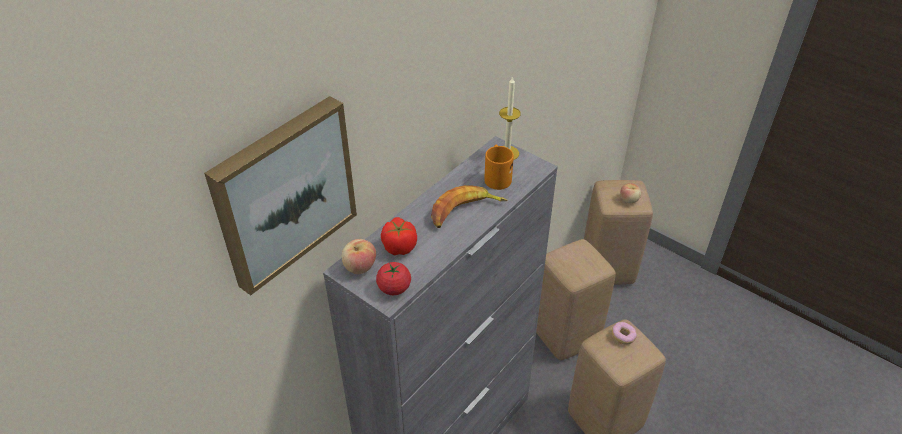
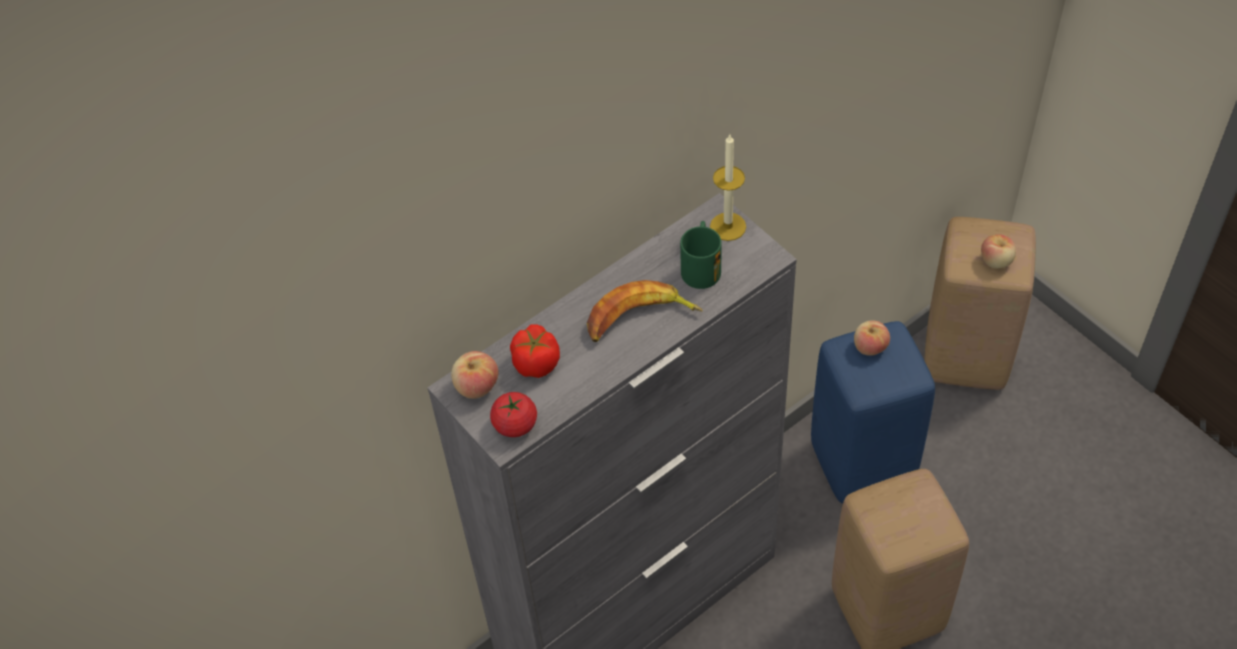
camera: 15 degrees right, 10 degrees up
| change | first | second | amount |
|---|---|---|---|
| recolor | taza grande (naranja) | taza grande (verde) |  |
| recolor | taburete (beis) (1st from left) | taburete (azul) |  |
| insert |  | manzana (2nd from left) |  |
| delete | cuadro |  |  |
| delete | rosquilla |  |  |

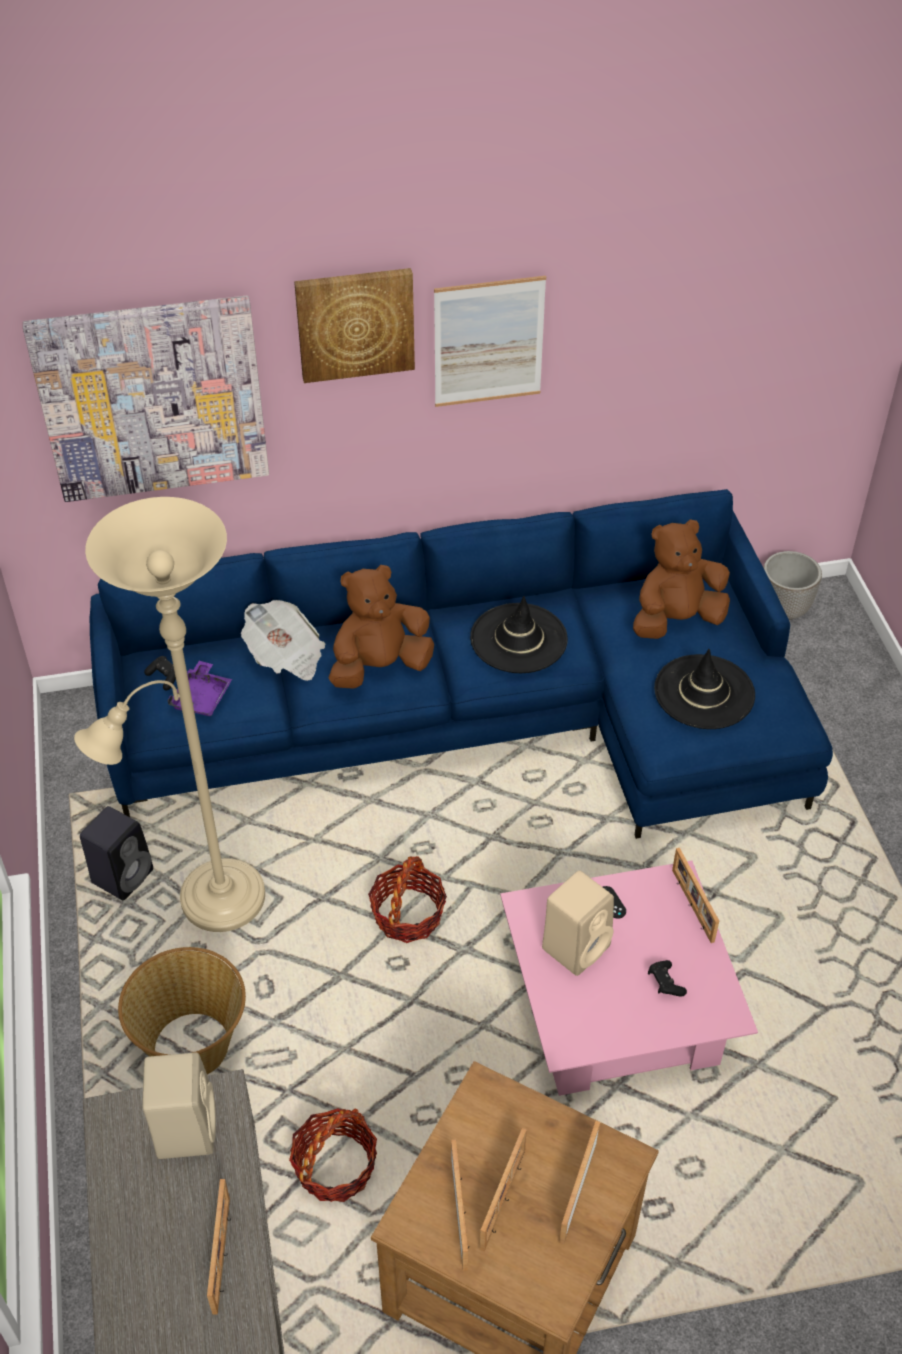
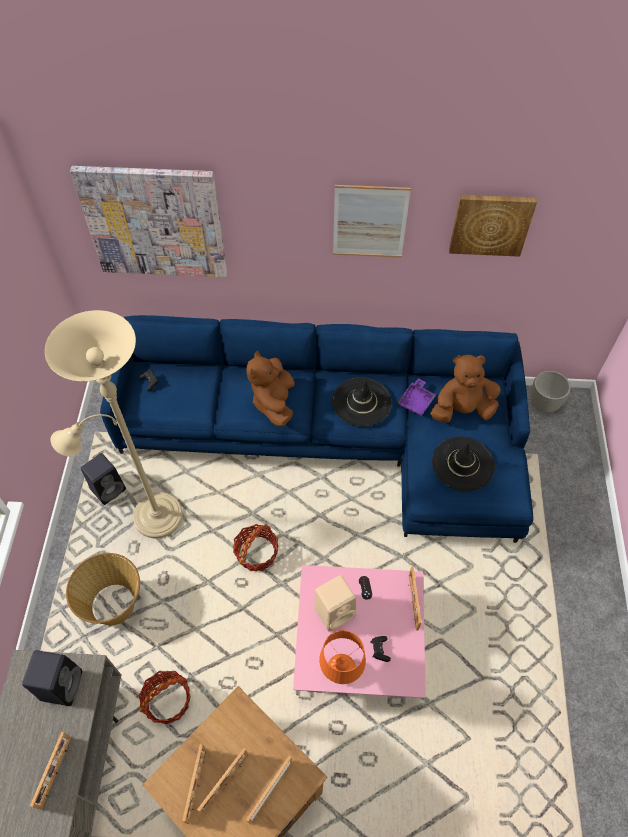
camera: 15 degrees right, 10 degrees up
| change | first | second | amount |
|---|---|---|---|
| recolor | altavoz (beis) (1st from left) | altavoz (negro) (1st from left) |  |
| rotate | peluche (marrón) (1st from left) |  | 75 degrees counterclockwise |
| insert |  | lámpara de mesa (naranja) |  |
| move | bandeja (morado) |  |  |
| move | cuadro (2nd from left in the first image) | cuadro (3rd from left) |  |
| delete | periódico |  |  |

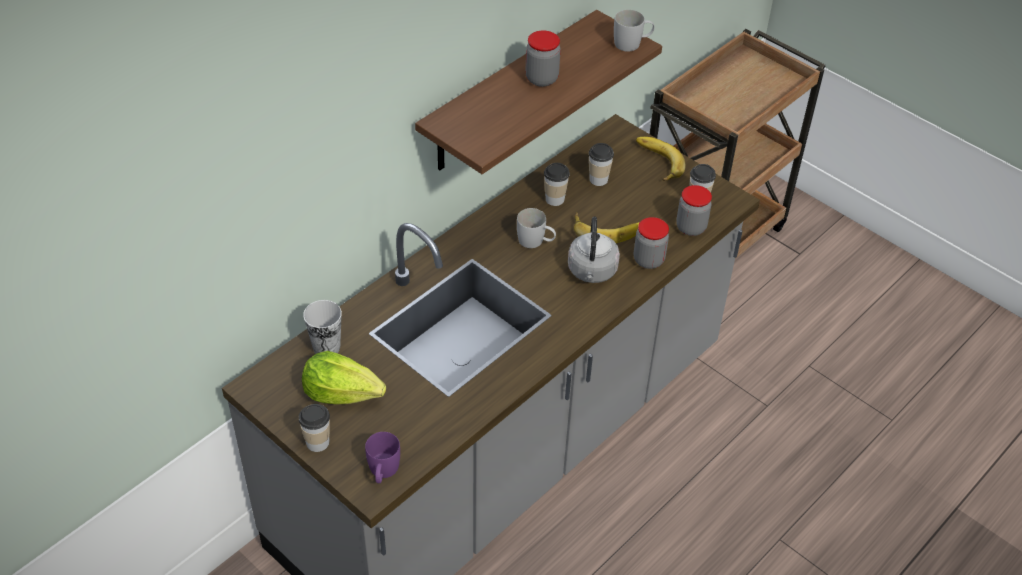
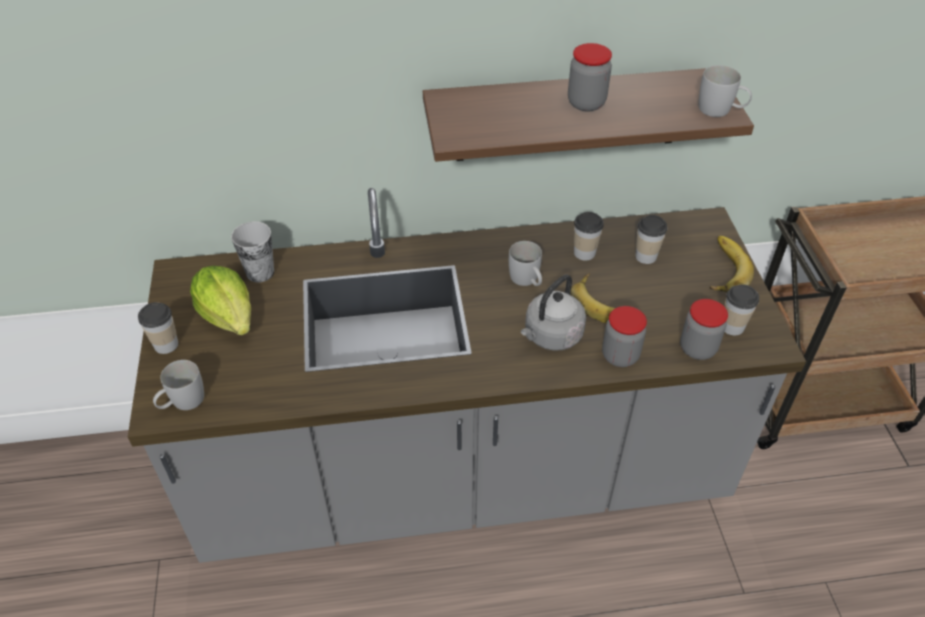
camera: 40 degrees right, 0 degrees up
| change | first | second | amount |
|---|---|---|---|
| recolor | taza grande (morado) | taza grande (blanco) (1st from left) |  |

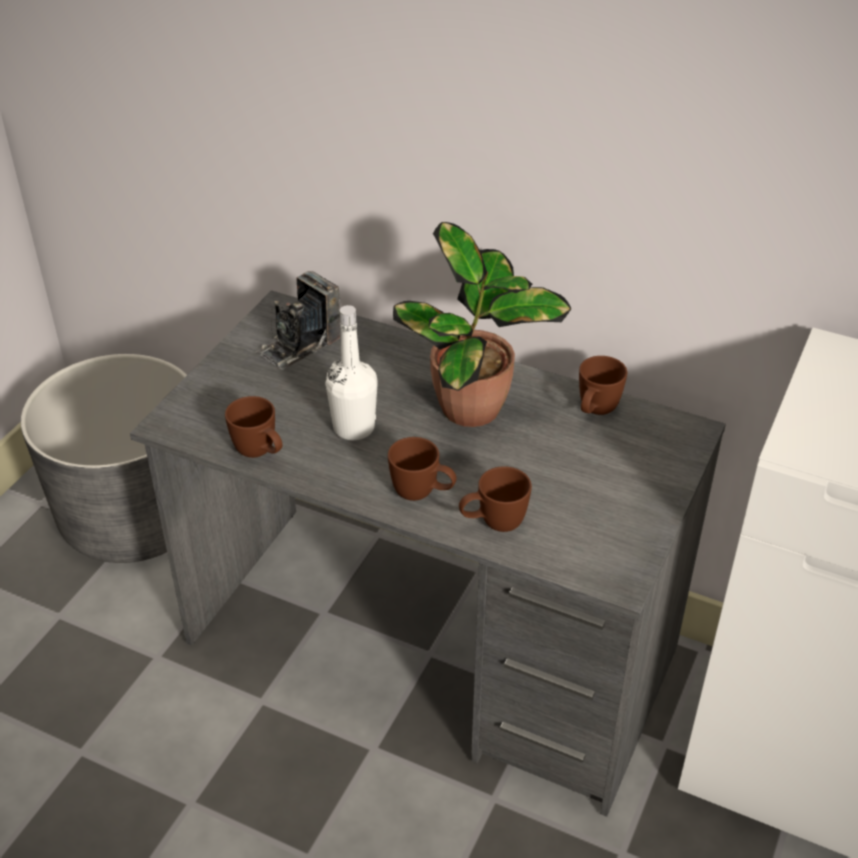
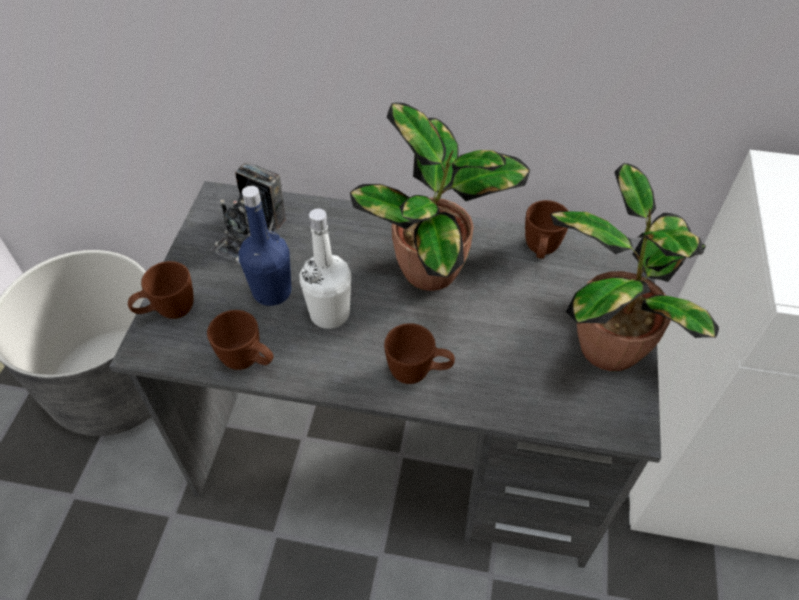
camera: 15 degrees left, 10 degrees up
| change | first | second | amount |
|---|---|---|---|
| move | taza grande (marrón) (3rd from left in the first image) | taza grande (marrón) (1st from left) |  |
| insert |  | botella (azul) |  |
| insert |  | planta en maceta (2nd from left) |  |

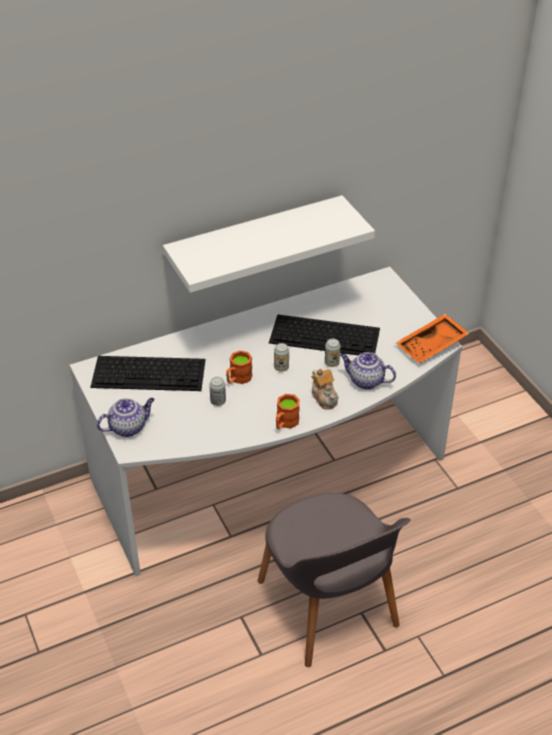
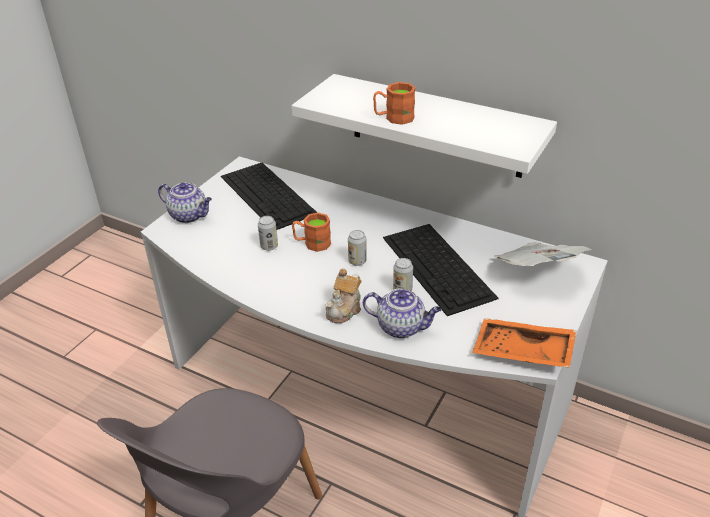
camera: 55 degrees right, 5 degrees down
| change | first | second | amount |
|---|---|---|---|
| rotate | tetera (3rd from left) |  | 120 degrees clockwise |
| move | taza grande (naranja) (2nd from left) |  |  |
| insert |  | periódico |  |

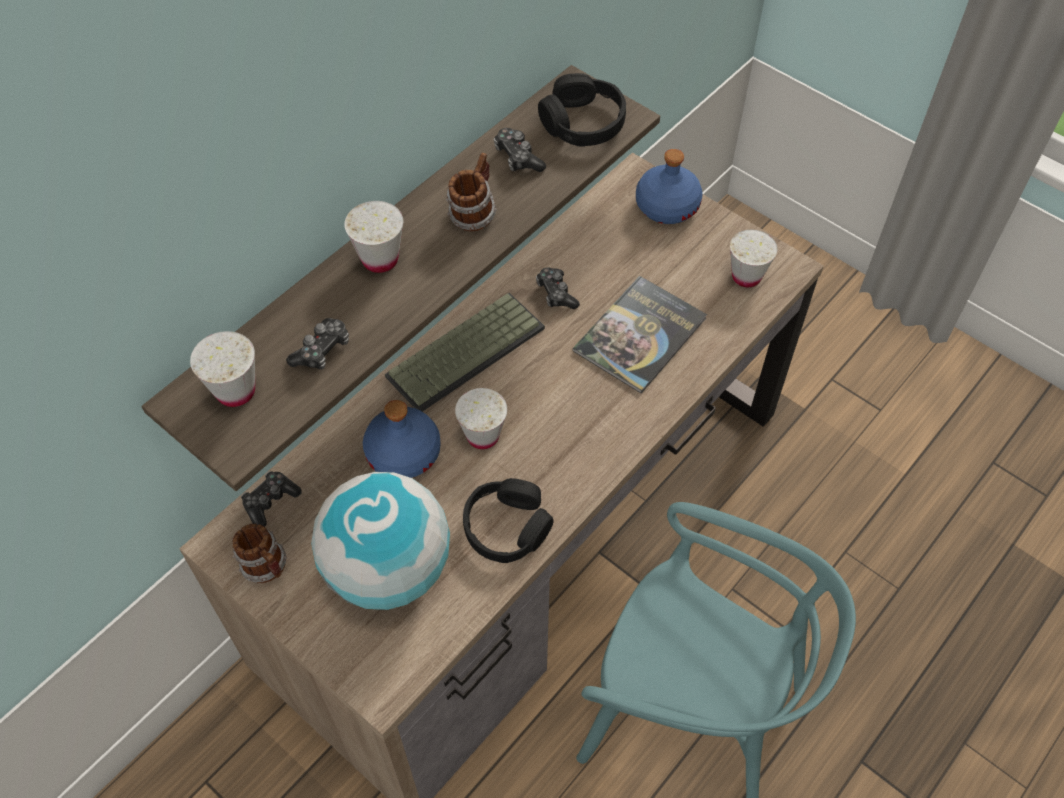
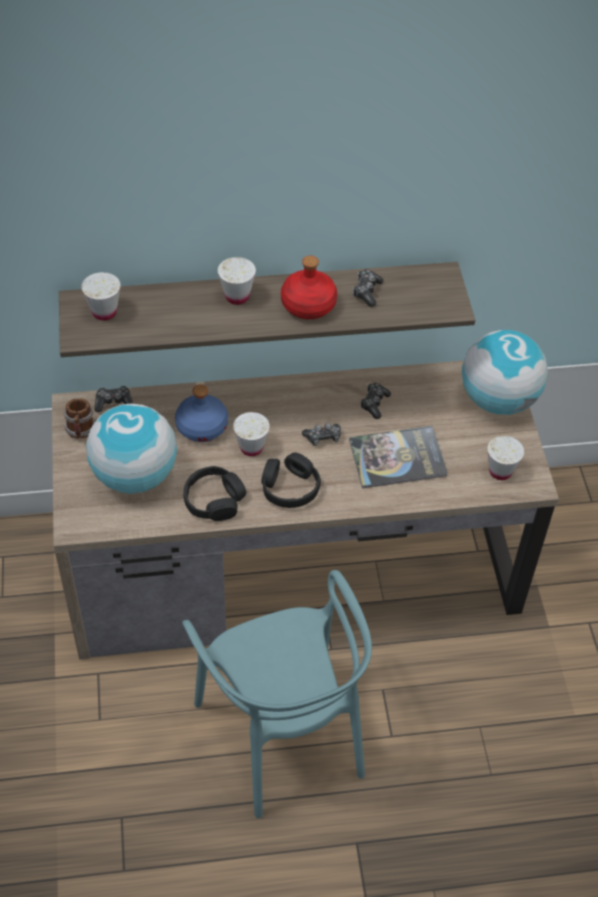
camera: 40 degrees right, 5 degrees down
| change | first | second | amount |
|---|---|---|---|
| move | auriculares (negro) (2nd from left) |  |  |
| replace | taza grande (2nd from left) | botella (rojo) |  |
| move | mando de consola (2nd from left) |  |  |
| replace | botella (azul) (2nd from left) | globo terráqueo (2nd from left) |  |
| delete | teclado |  |  |

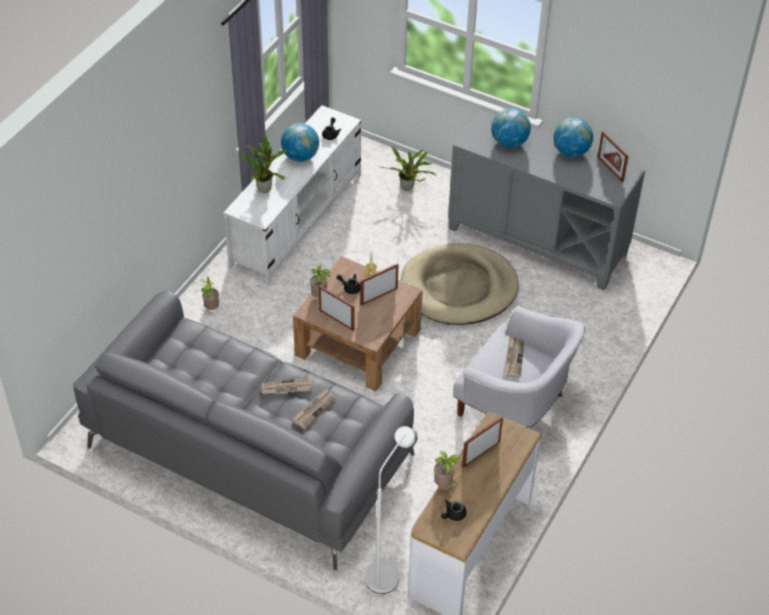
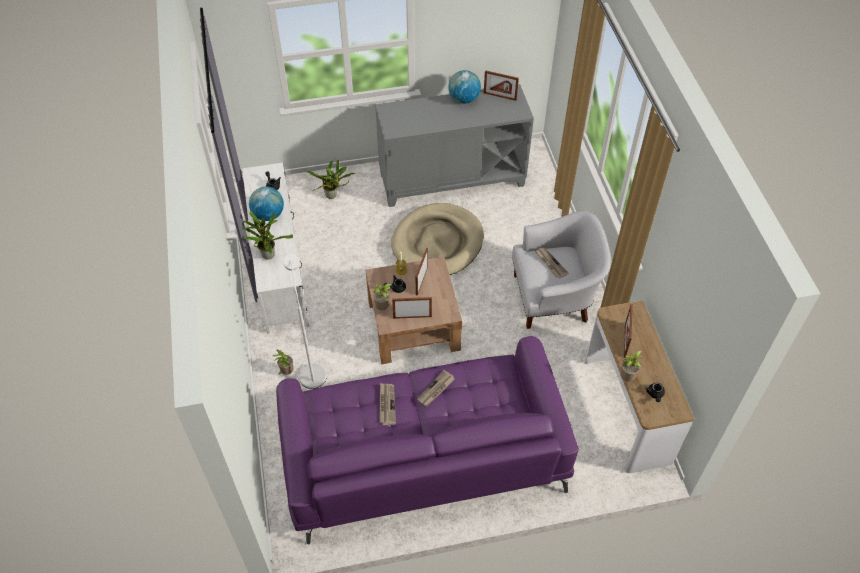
camera: 40 degrees left, 5 degrees up
| change | first | second | amount |
|---|---|---|---|
| recolor | sofá (gris) | sofá (morado) |  |
| move | lámpara de pie (blanco) |  |  |
| move | periódico (2nd from left in the first image) | periódico (1st from left) |  |
| delete | globo terráqueo (2nd from left) |  |  |

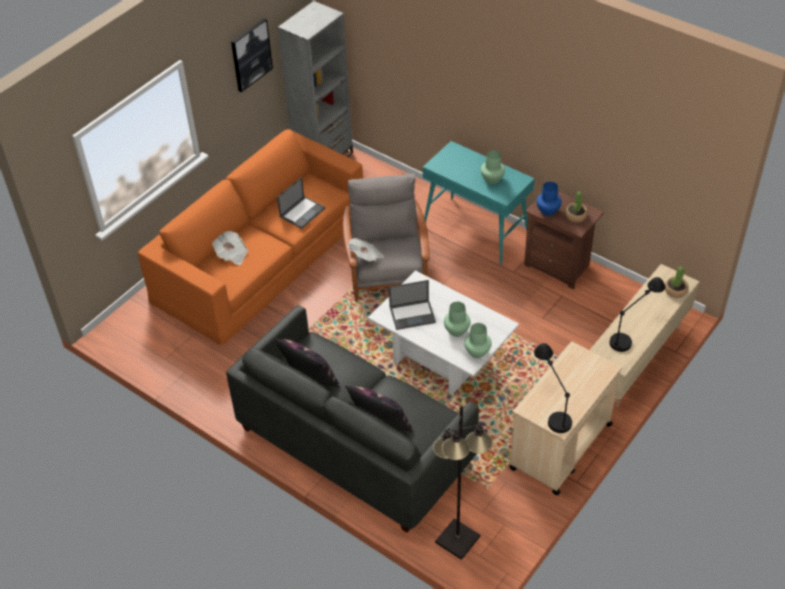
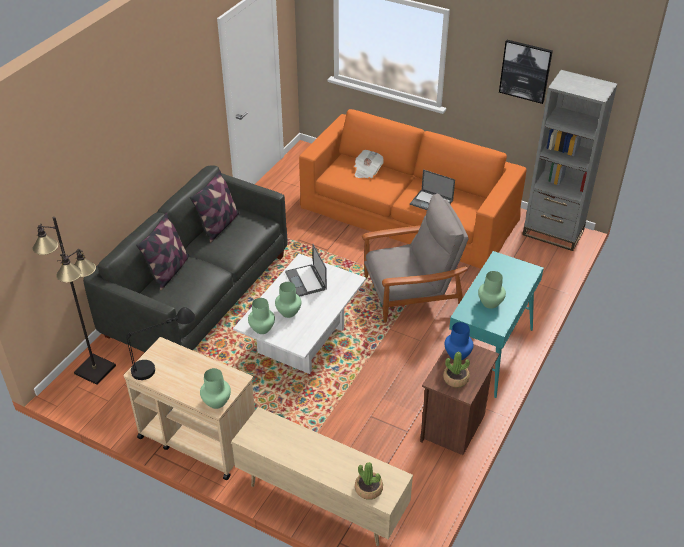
camera: 80 degrees right, 5 degrees down
| change | first | second | amount |
|---|---|---|---|
| insert |  | florero (verde) (1st from left) |  |
| delete | periódico (2nd from left) |  |  |
| delete | lámpara de mesa (negro) (2nd from left) |  |  |

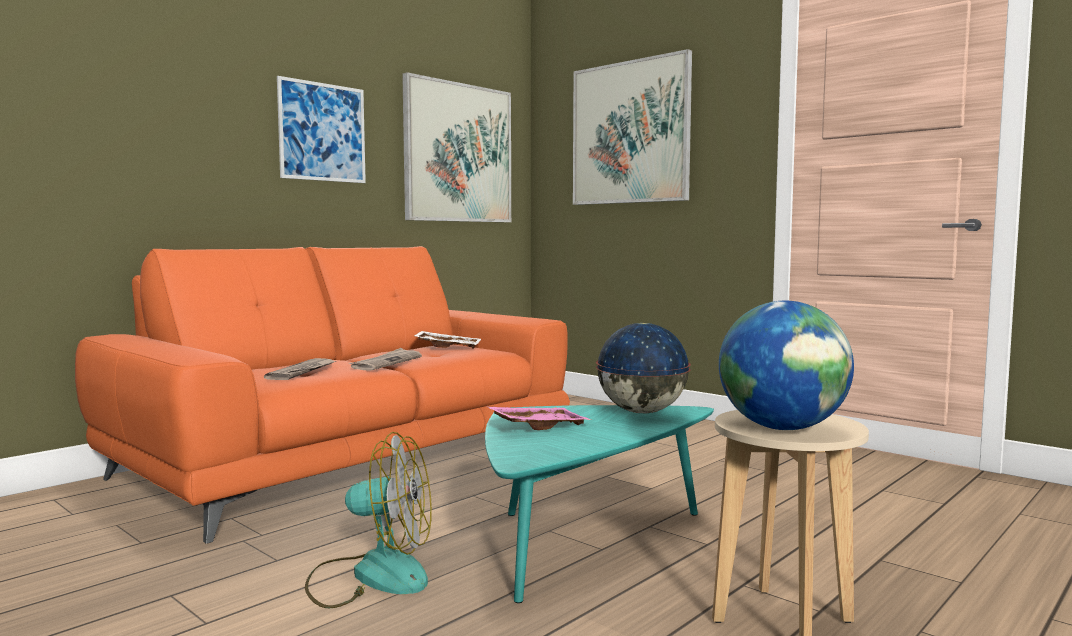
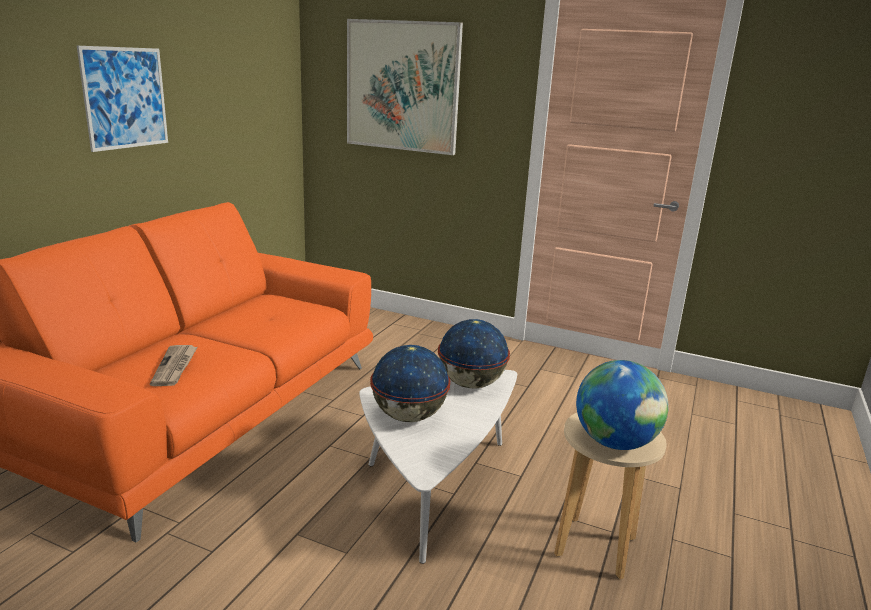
camera: 20 degrees left, 15 degrees up
| change | first | second | amount |
|---|---|---|---|
| recolor | mesa de centro (turquesa) | mesa de centro (blanco) |  |
| replace | bandeja (rosa) | globo terráqueo (1st from left) |  |
| delete | ventilador |  |  |
| delete | periódico (2nd from left) |  |  |
| delete | cuadro (2nd from left) |  |  |
| delete | bandeja (blanco) |  |  |

